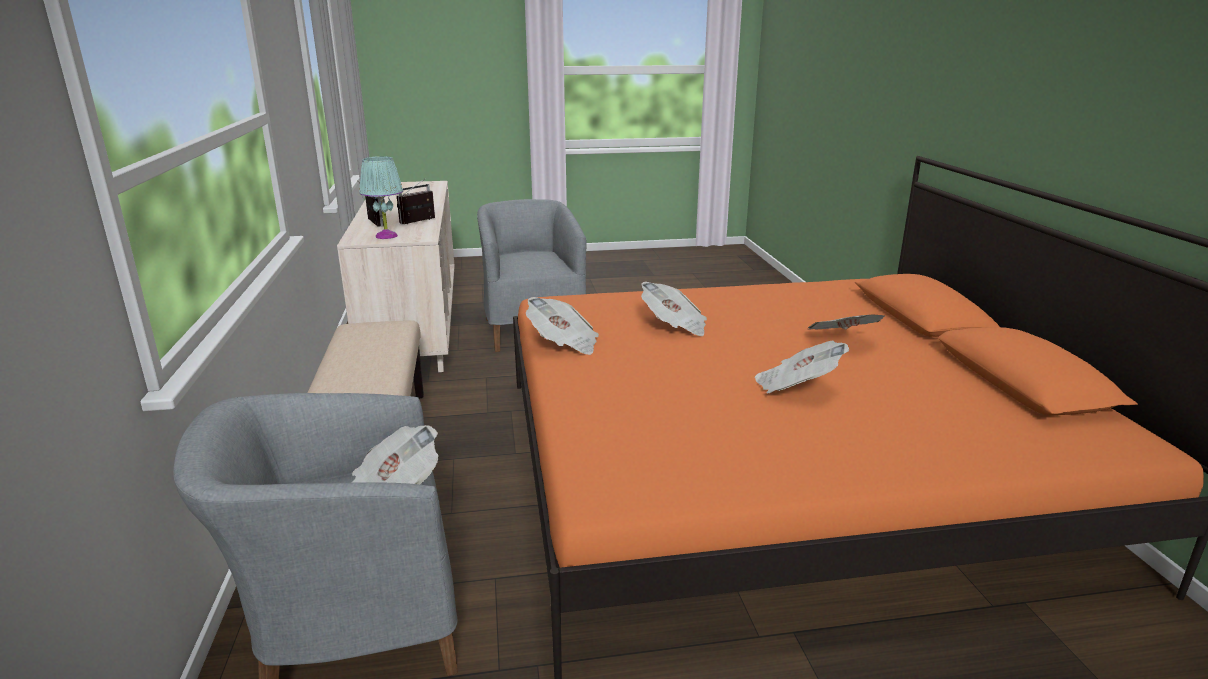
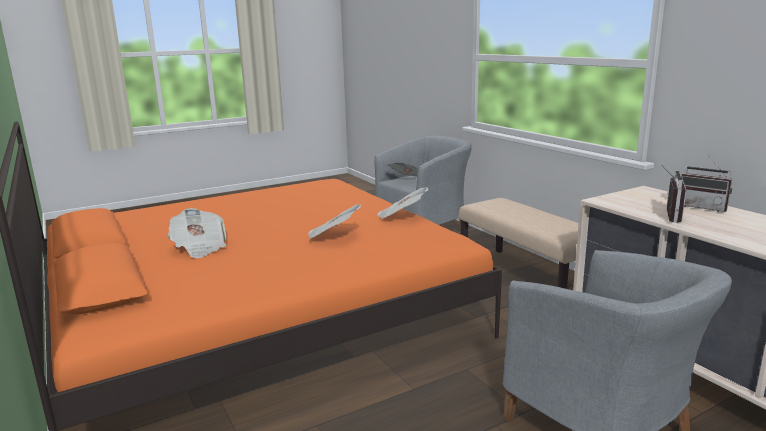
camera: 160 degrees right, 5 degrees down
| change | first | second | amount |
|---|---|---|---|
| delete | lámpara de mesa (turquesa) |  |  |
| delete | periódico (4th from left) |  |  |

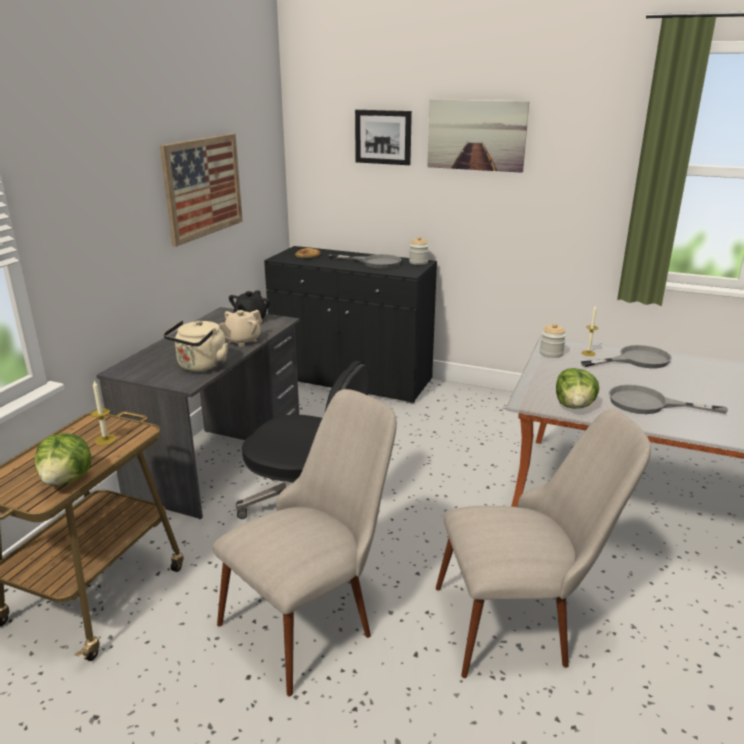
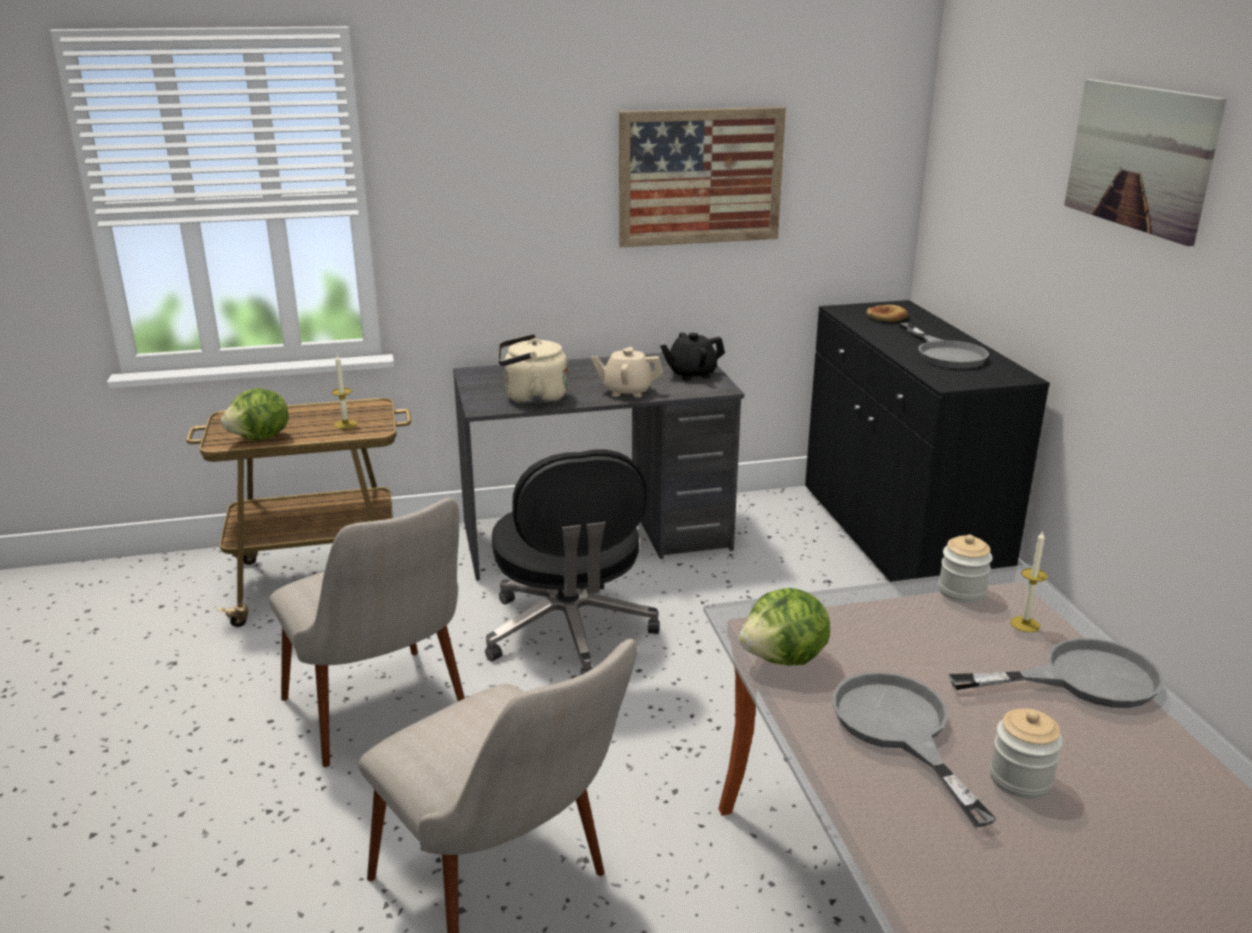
camera: 55 degrees right, 0 degrees up
| change | first | second | amount |
|---|---|---|---|
| rotate | silla (beis) (1st from left) |  | 45 degrees clockwise |
| rotate | sartén (gris) (2nd from left in the first image) | sartén (gris) (3rd from left) | 45 degrees counterclockwise |
| move | tarro (1st from left in the first image) | tarro (2nd from left) |  |
| delete | cuadro (2nd from left) |  |  |

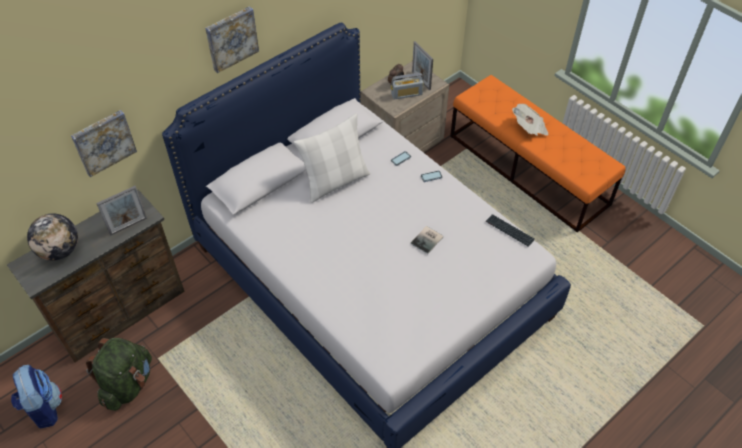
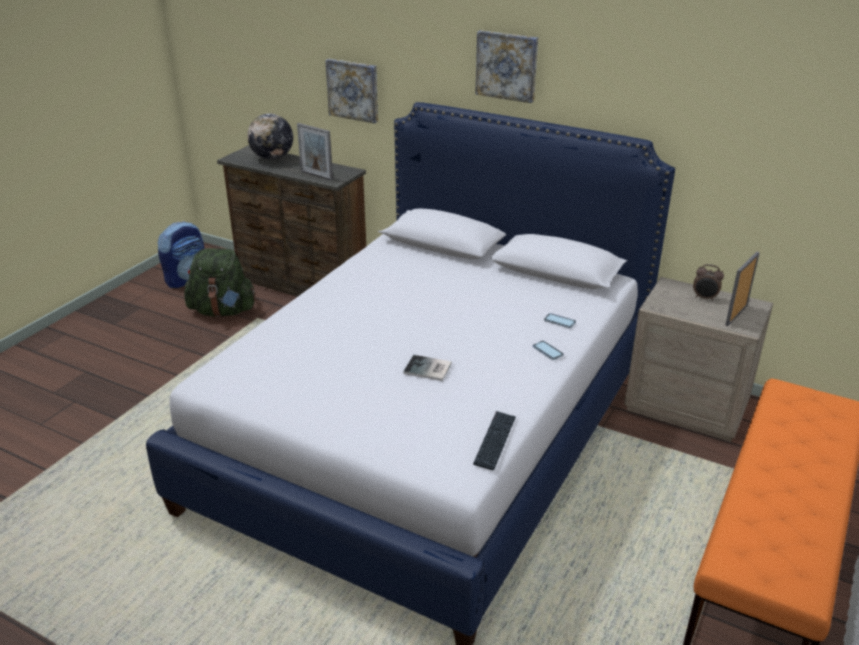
camera: 70 degrees right, 20 degrees down
| change | first | second | amount |
|---|---|---|---|
| delete | cojín (blanco) |  |  |
| delete | radio |  |  |
| delete | periódico |  |  |

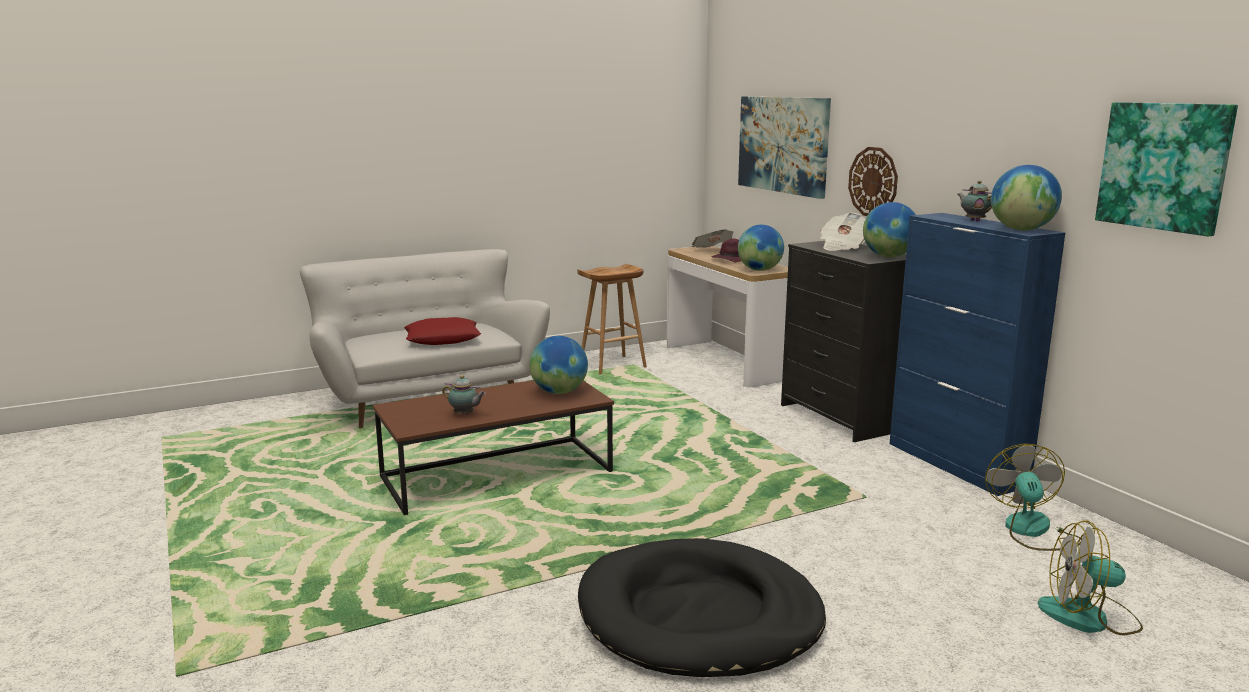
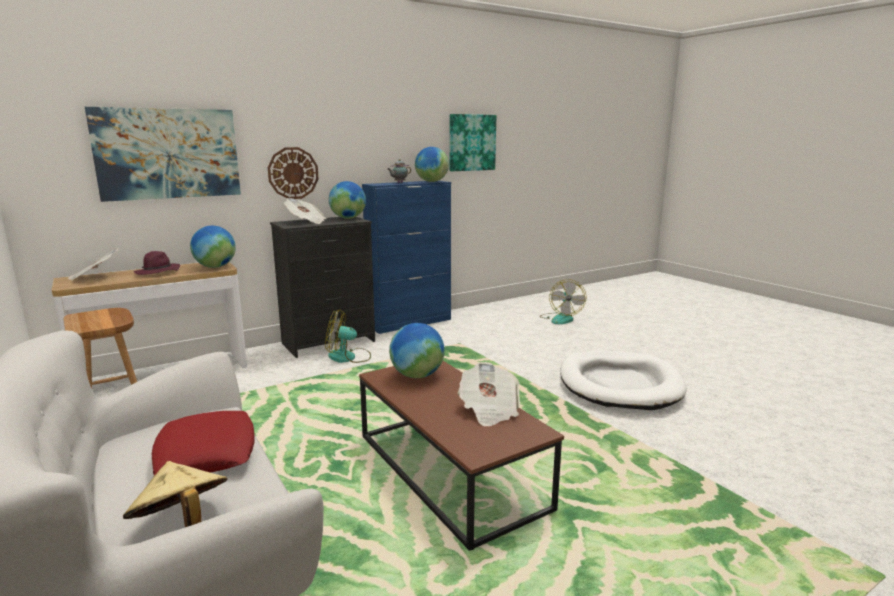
camera: 95 degrees left, 0 degrees up
| change | first | second | amount |
|---|---|---|---|
| insert |  | sombrero (beis) |  |
| move | ventilador (1st from left) |  |  |
| replace | tetera (1st from left) | periódico (3rd from left) |  |
| recolor | cama para perro (negro) | cama para perro (blanco) |  |

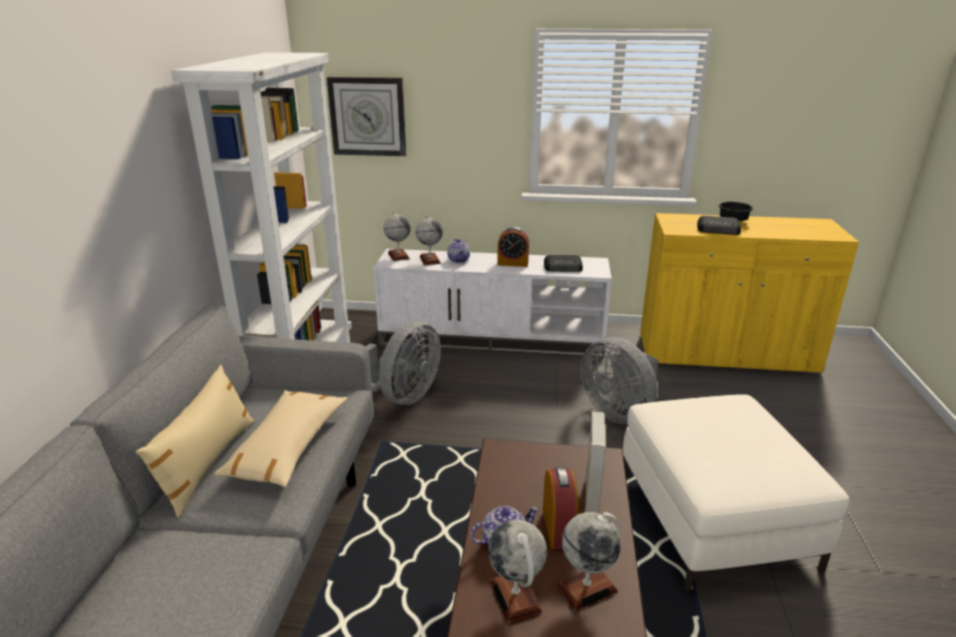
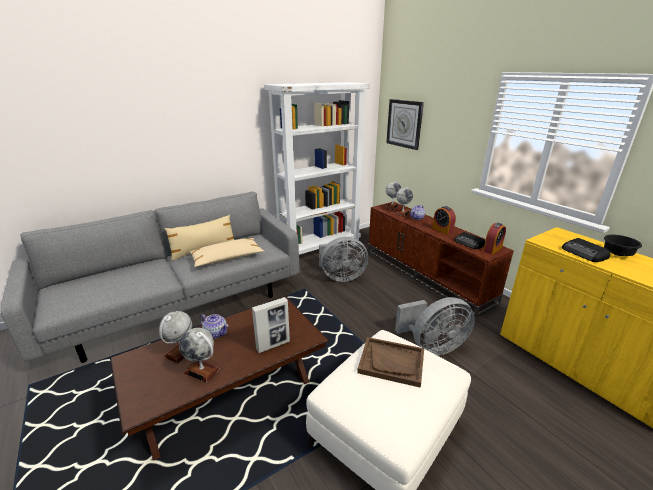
camera: 50 degrees right, 0 degrees up
| change | first | second | amount |
|---|---|---|---|
| insert |  | bandeja (marrón) |  |
| recolor | mueble de televisión (blanco) | mueble de televisión (marrón) |  |
| rotate | ventilador (gris) (2nd from left) |  | 120 degrees counterclockwise |
| move | despertador (2nd from left) |  |  |

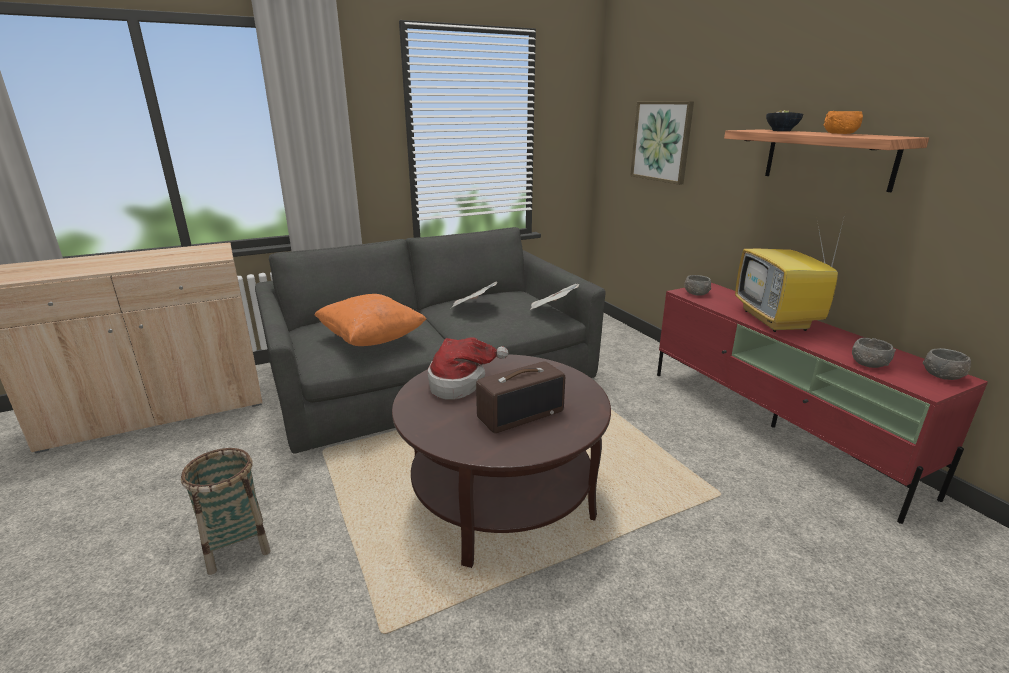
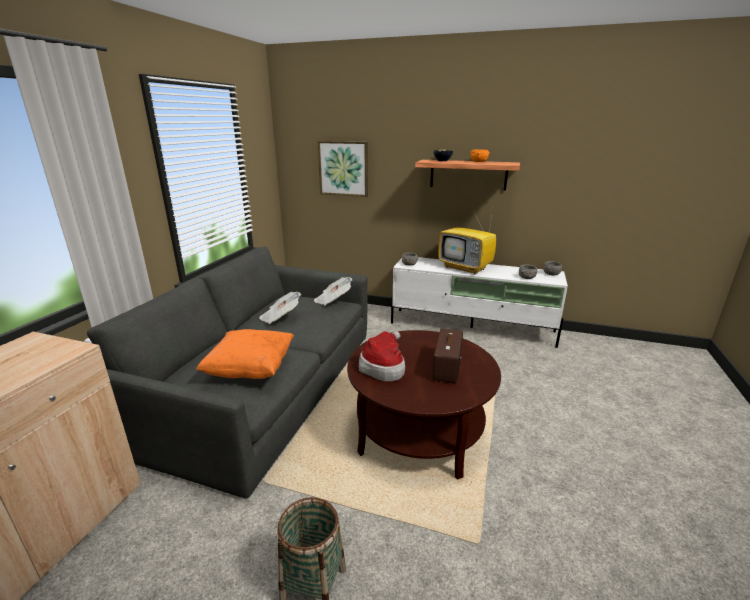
camera: 45 degrees left, 0 degrees up
| change | first | second | amount |
|---|---|---|---|
| recolor | mueble de televisión (rojo) | mueble de televisión (blanco) |  |

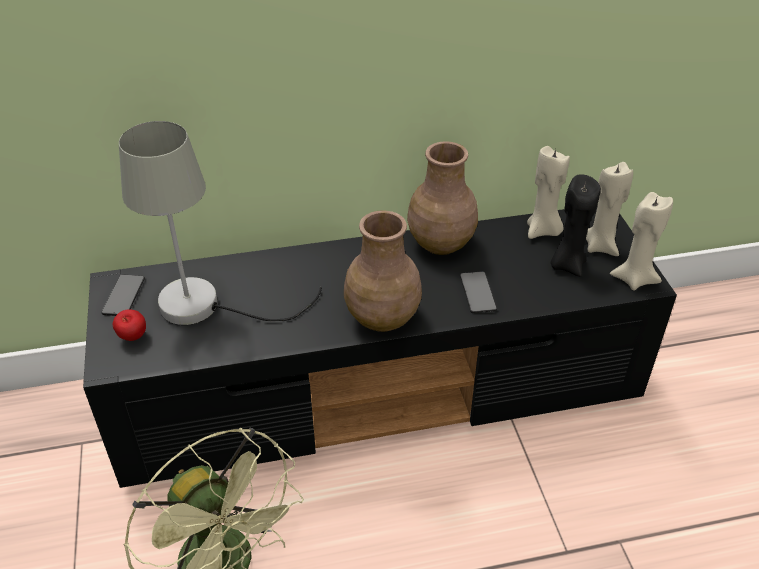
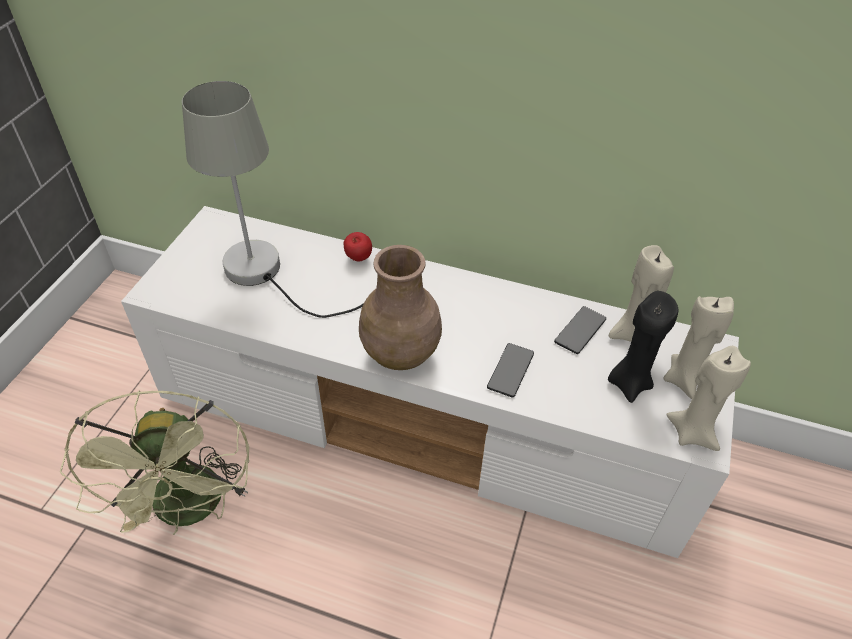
camera: 30 degrees right, 5 degrees up
| change | first | second | amount |
|---|---|---|---|
| recolor | mueble de televisión (negro) | mueble de televisión (blanco) |  |
| move | manzana |  |  |
| move | móvil (1st from left in the first image) | móvil (2nd from left) |  |
| delete | florero (marrón) (2nd from left) |  |  |

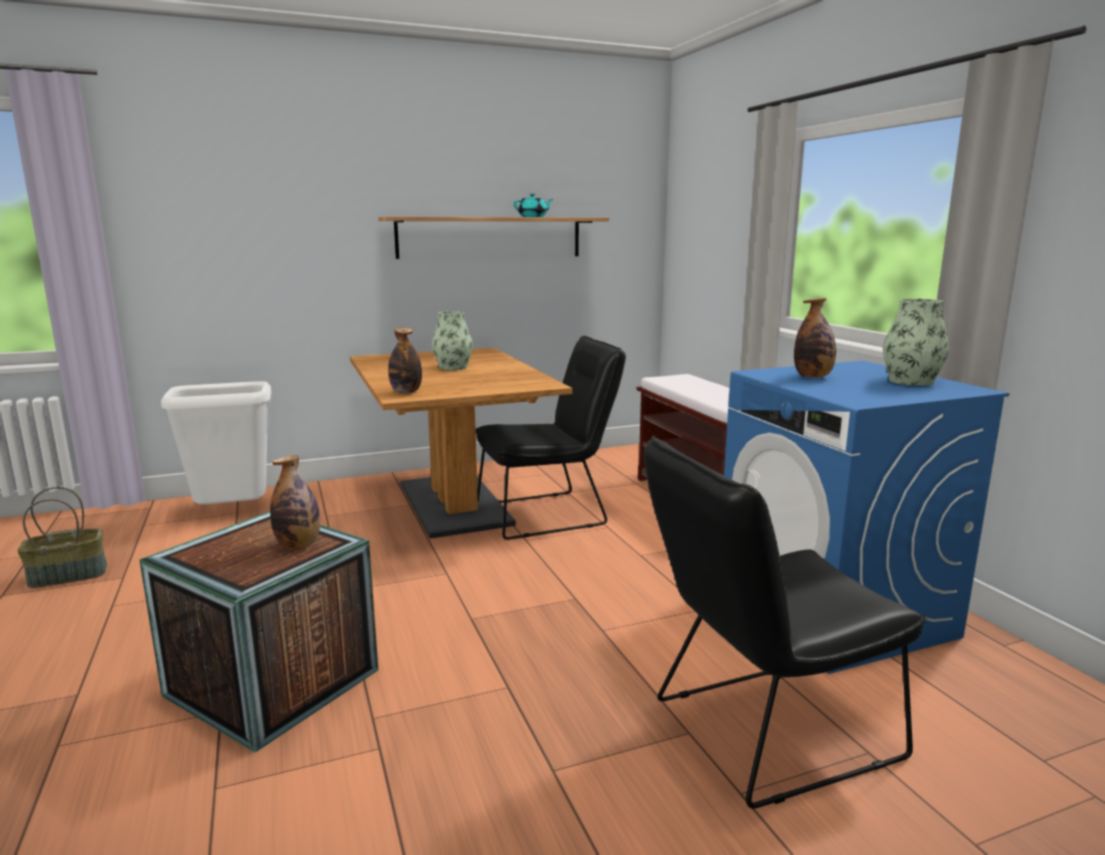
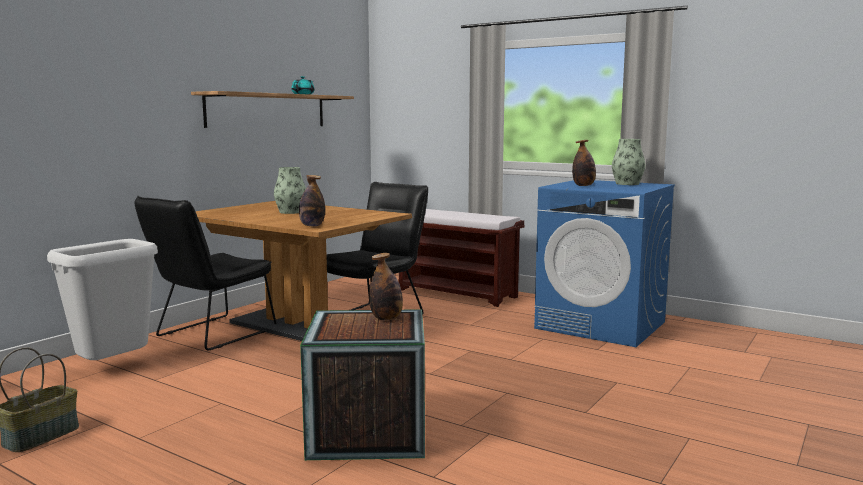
camera: 35 degrees left, 5 degrees down
| change | first | second | amount |
|---|---|---|---|
| move | silla (negro) (2nd from left in the first image) | silla (negro) (1st from left) |  |

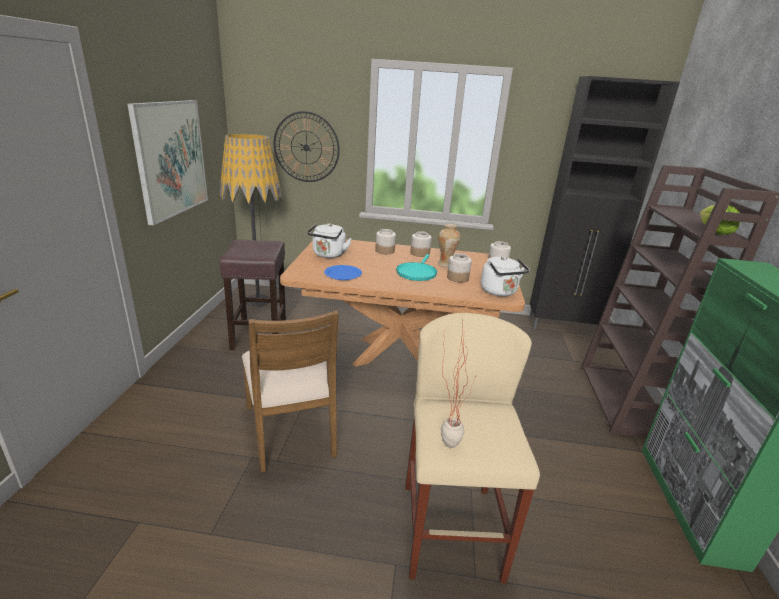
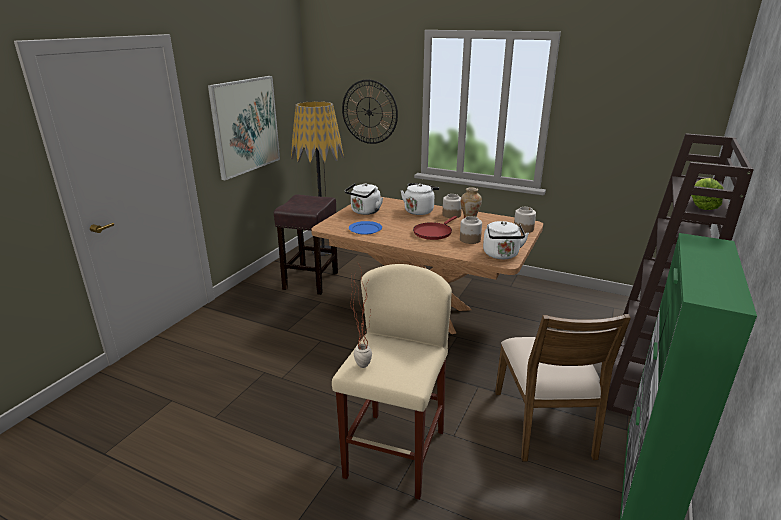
camera: 20 degrees right, 0 degrees up
| change | first | second | amount |
|---|---|---|---|
| replace | tarro (1st from left) | hervidor (blanco) (2nd from left) |  |
| recolor | sartén (turquesa) | sartén (rojo) |  |
| move | silla (marrón) |  |  |
| delete | armario (negro) |  |  |

